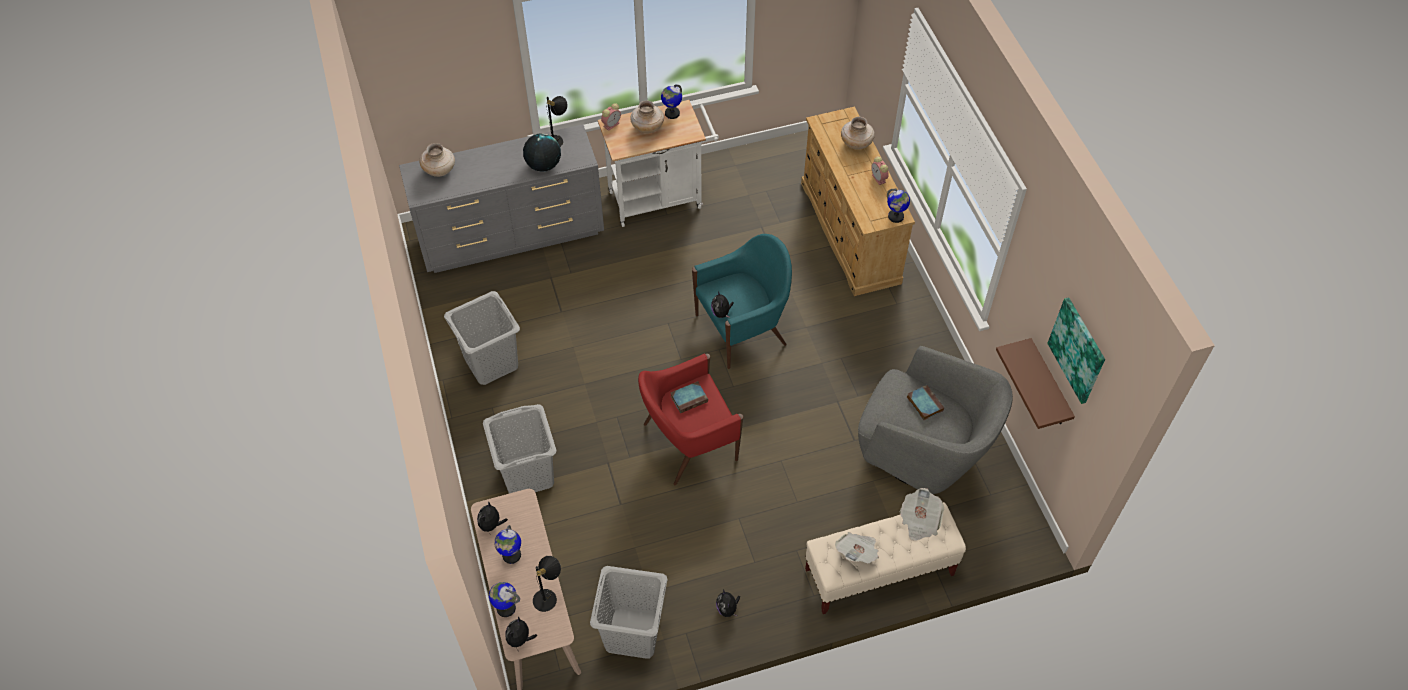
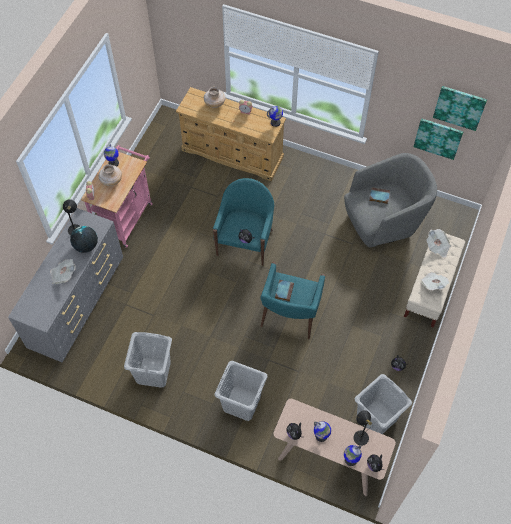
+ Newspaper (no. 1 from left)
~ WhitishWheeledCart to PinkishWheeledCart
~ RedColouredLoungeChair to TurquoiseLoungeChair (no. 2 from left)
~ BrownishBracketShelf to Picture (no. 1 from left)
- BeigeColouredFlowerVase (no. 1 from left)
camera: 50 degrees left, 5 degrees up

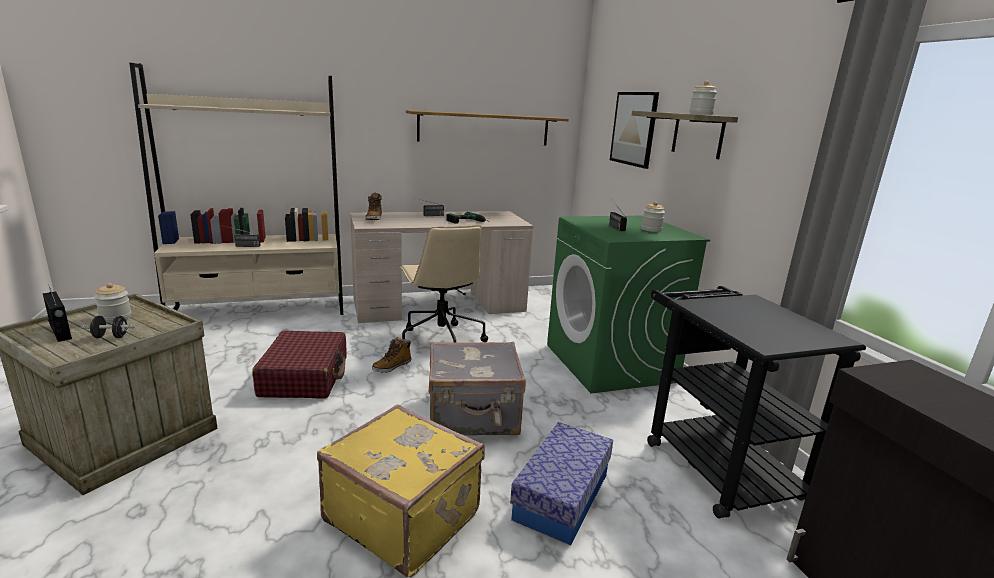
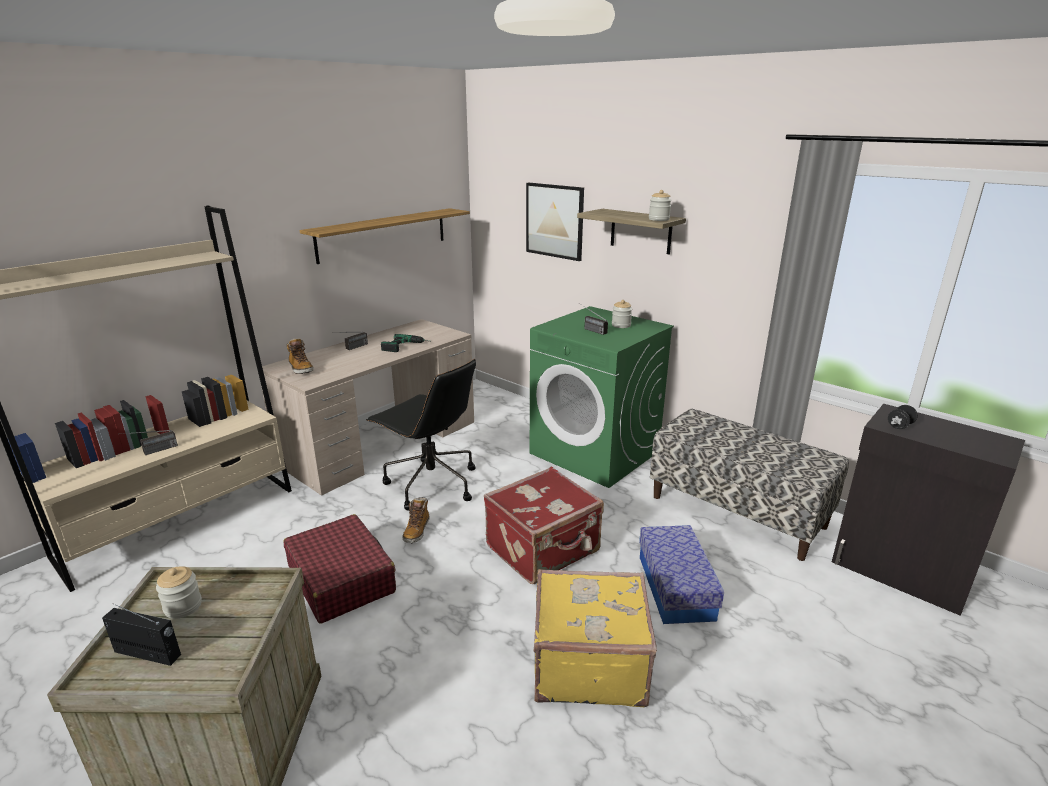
~ BeigeColouredComputerChair to BlackColouredComputerChair
~ GraySuitcase to RedColouredSuitcase (no. 2 from left)
~ BlackColouredWheeledCart to Bench
~ BlackColouredFreeWeight
camera: 30 degrees left, 5 degrees up

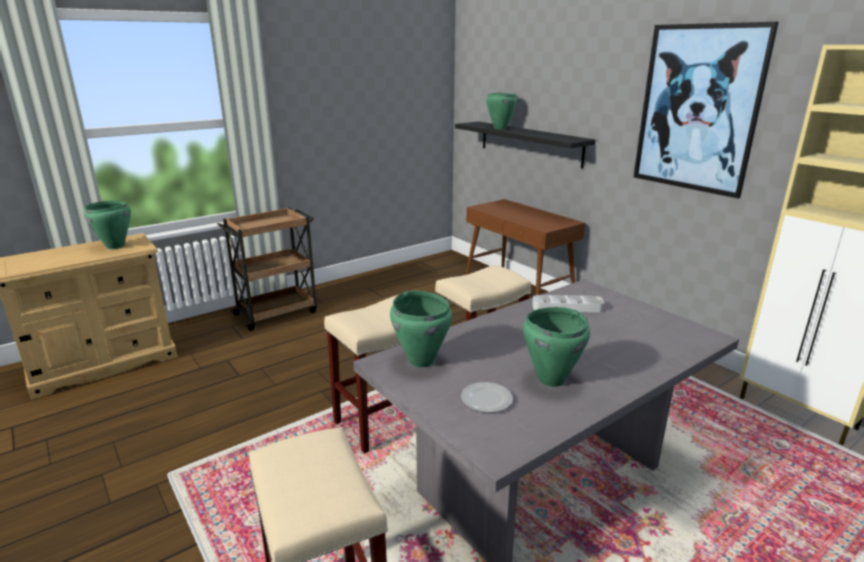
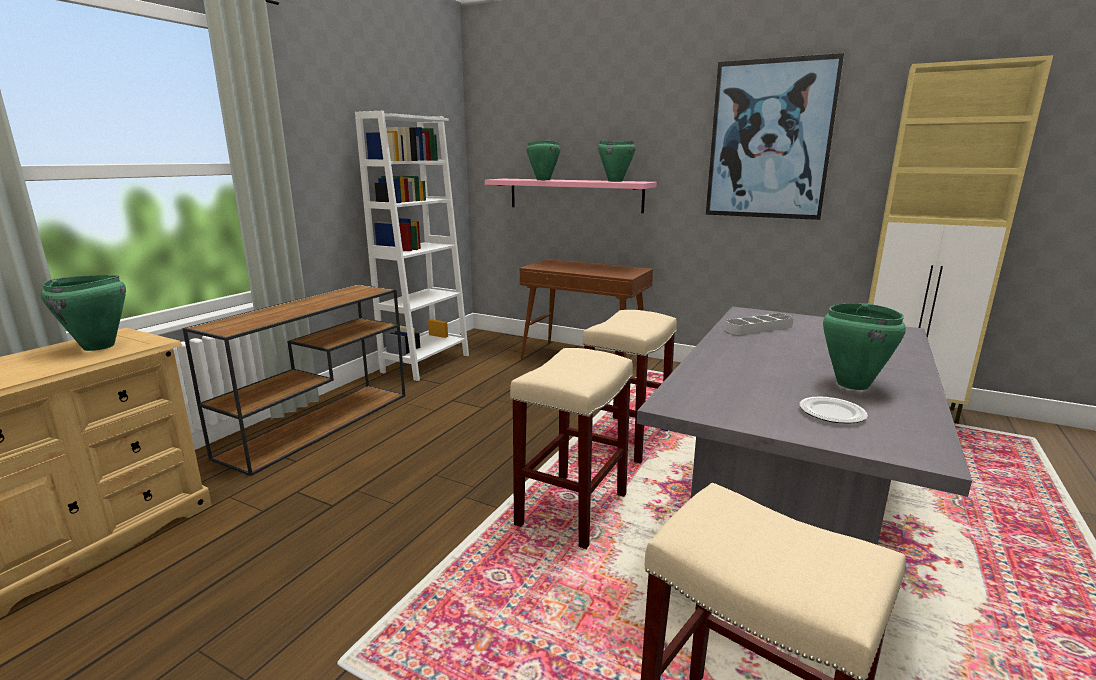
~ BrownishWheeledCart to BrownishConsoleTable (no. 1 from left)
+ WhitishBookcase
~ BlackColouredBracketShelf to PinkishBracketShelf
~ GreenishStockpot (no. 2 from left in the first image) to GreenishStockpot (no. 3 from left)
camera: 25 degrees left, 5 degrees down

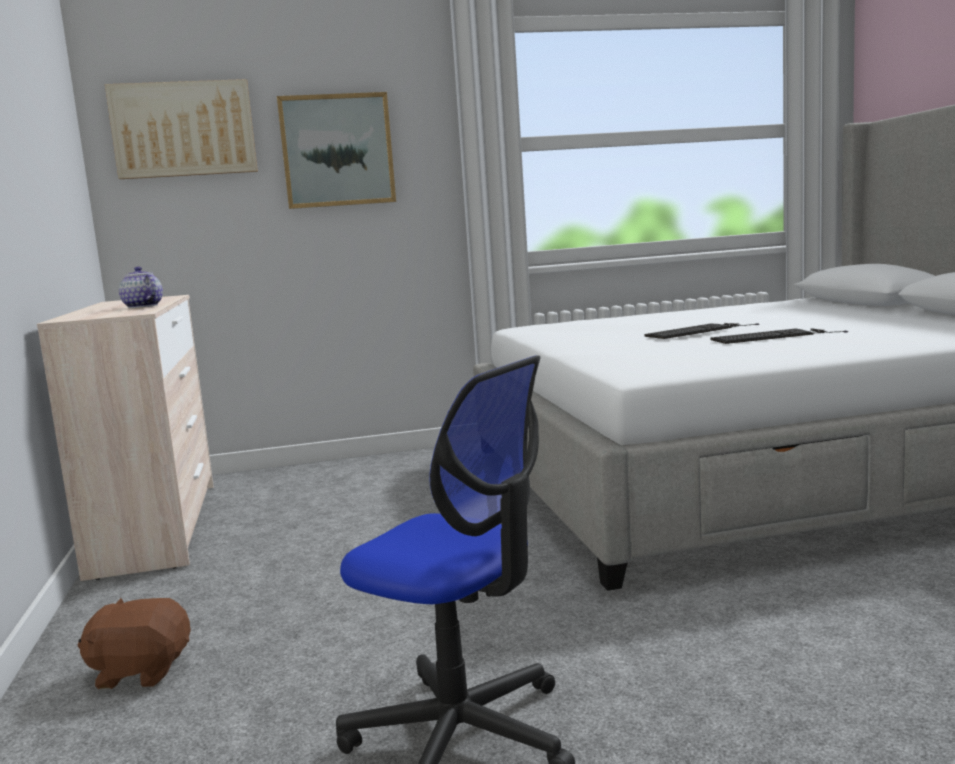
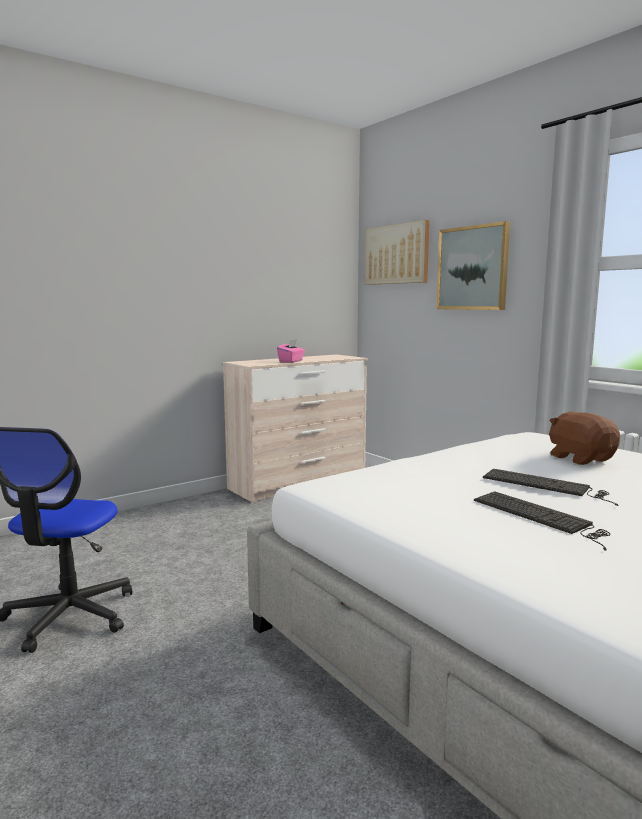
~ PotForTea to PinkishBoxOfTissues
~ BrownishSoftToy
camera: 65 degrees right, 0 degrees up

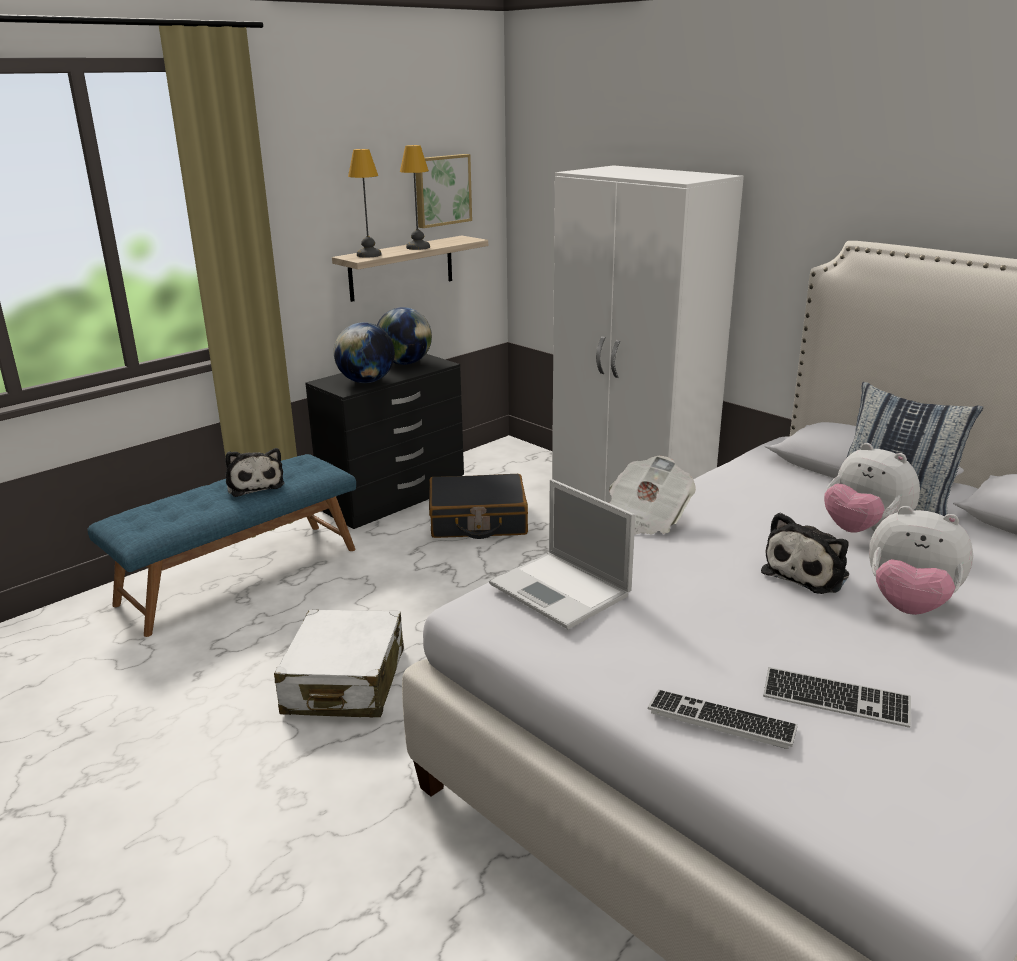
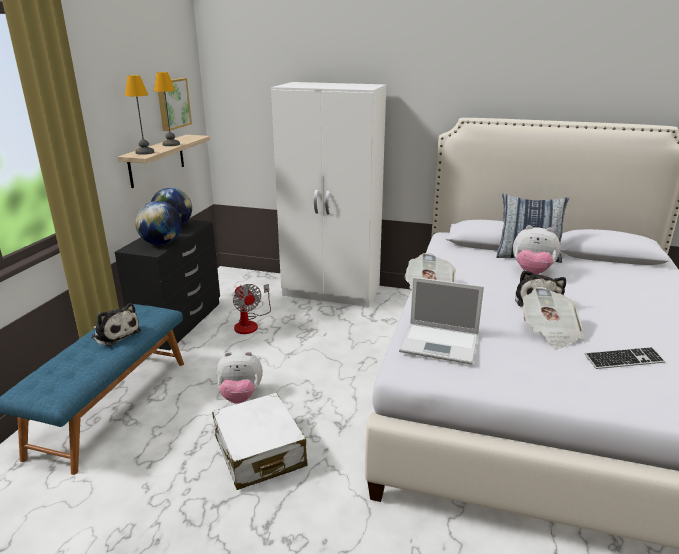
~ SoftToy (no. 4 from left in the first image) to SoftToy (no. 2 from left)
~ BlackColouredSuitcase to CoolingFan
+ Newspaper (no. 2 from left)
- Keyboard (no. 1 from left)
camera: 30 degrees left, 0 degrees up

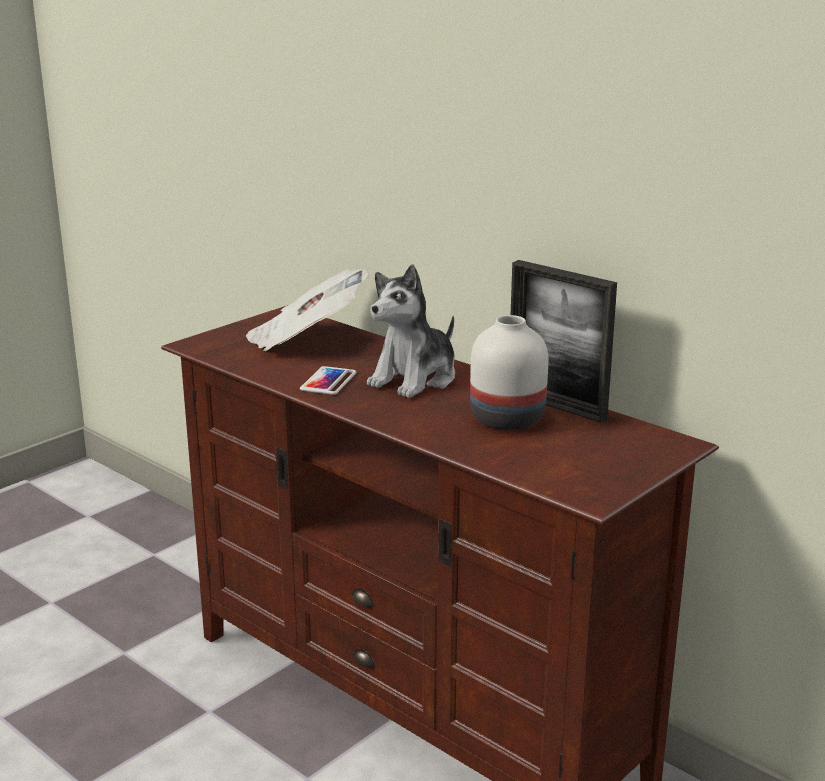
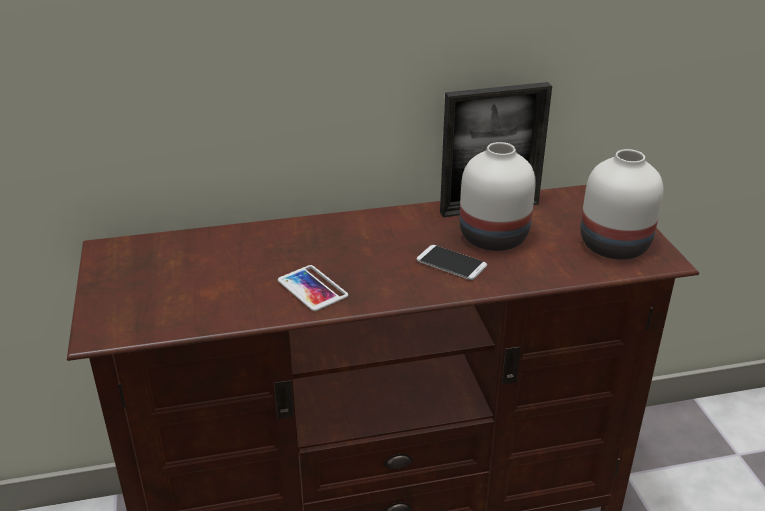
+ Phone (no. 2 from left)
+ WhitishFlowerVase (no. 2 from left)
- Newspaper
- SoftToy
camera: 55 degrees left, 10 degrees up

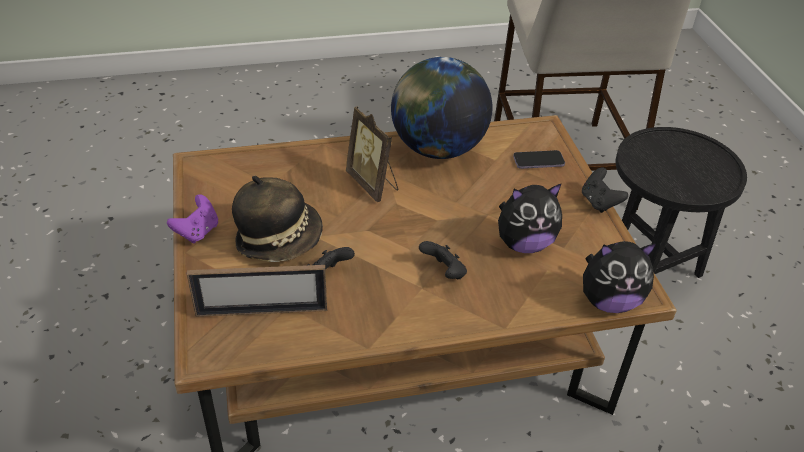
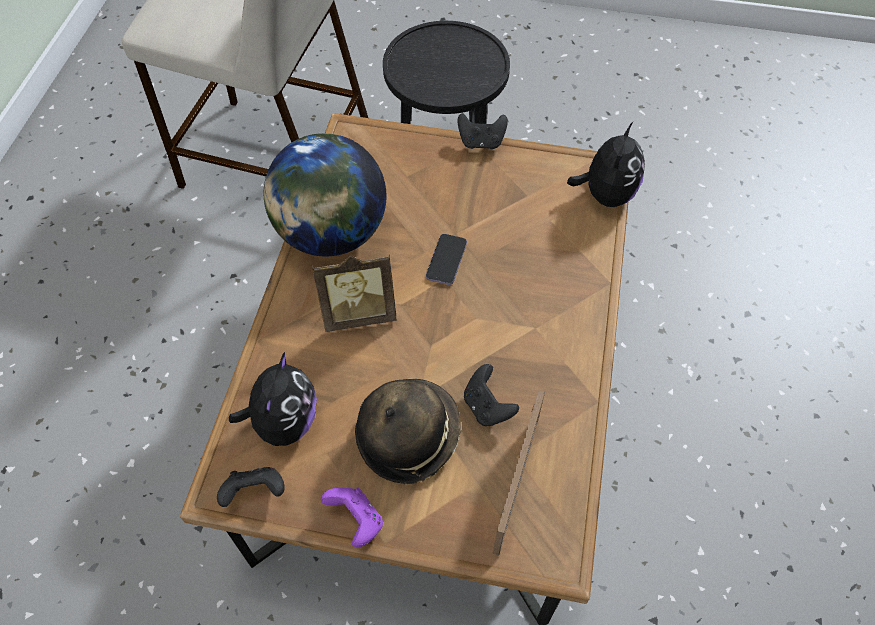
~ BlackColouredGamepad (no. 2 from left in the first image) to BlackColouredGamepad (no. 1 from left)
~ SoftToy (no. 1 from left)
~ Phone
camera: 65 degrees left, 15 degrees up

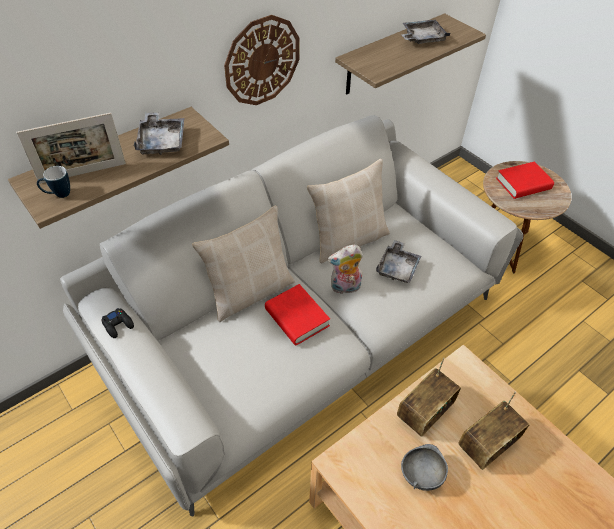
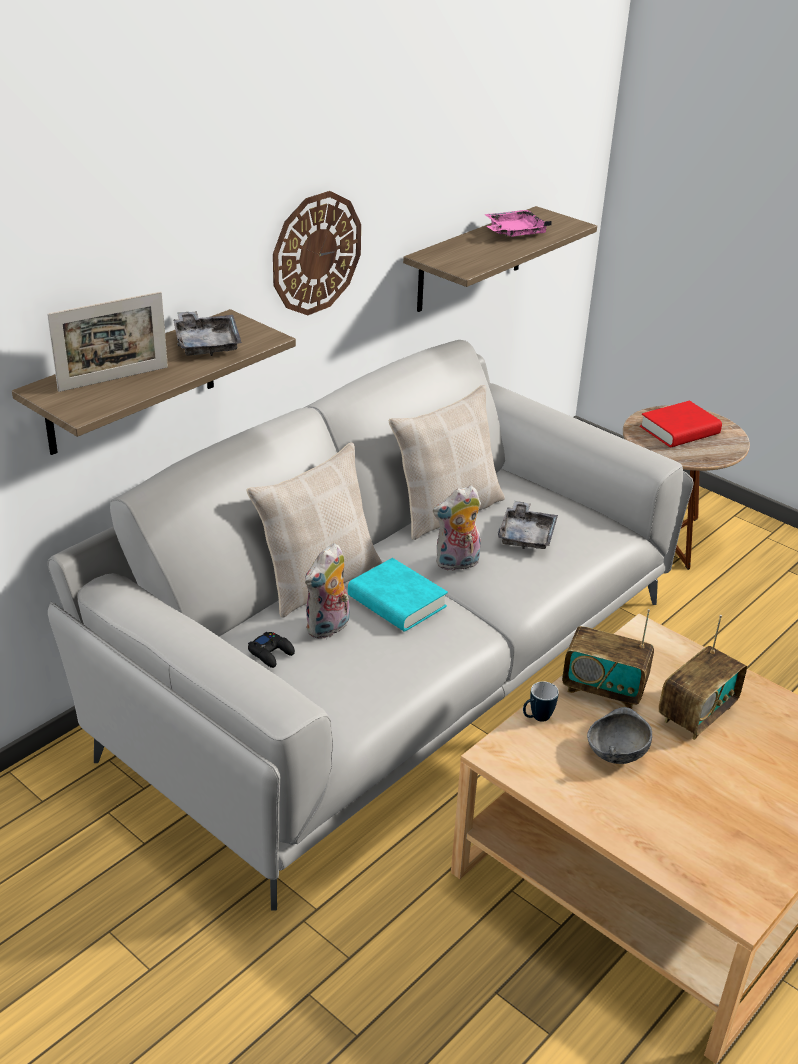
~ BlackColouredGamepad
+ SoftToy (no. 1 from left)
~ RedColouredBoundBook (no. 1 from left) to TurquoiseBoundBook
~ GrayServingTray (no. 3 from left) to PinkishServingTray
~ TeaMug
~ RadioReceiver (no. 1 from left) 75 degrees clockwise
camera: 10 degrees left, 15 degrees down

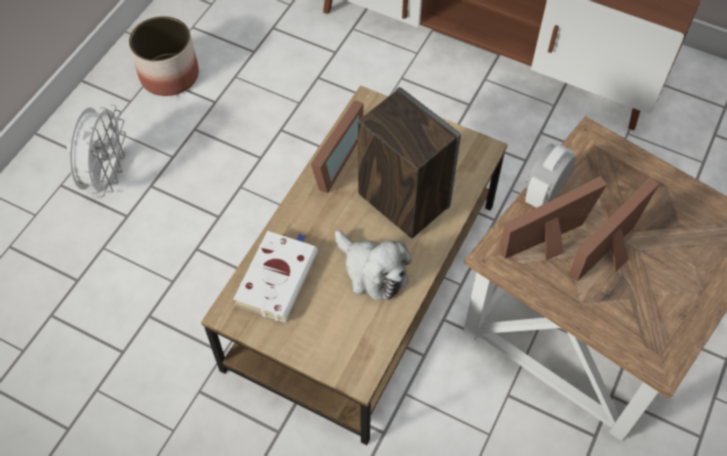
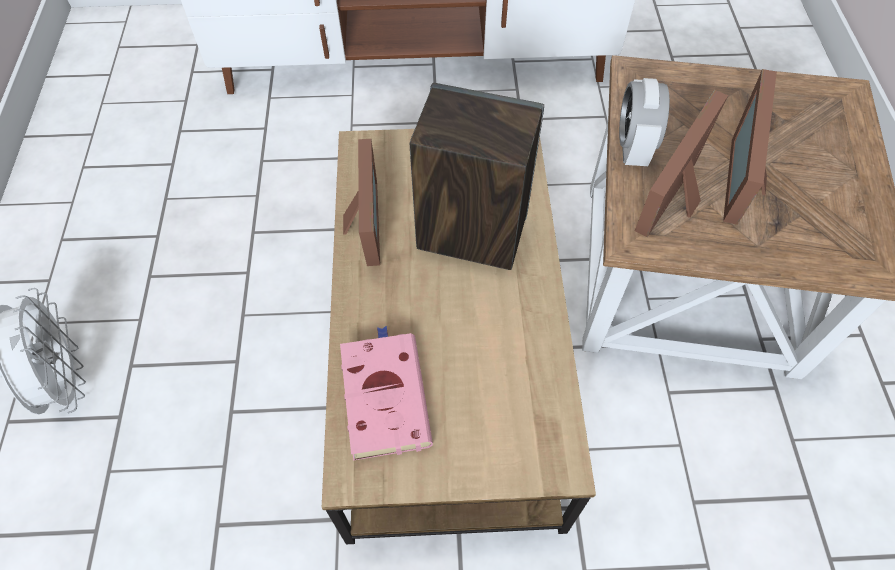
~ WhitishBoundBook to PinkishBoundBook
- FlowerPot
- SoftToy
camera: 30 degrees left, 0 degrees up

